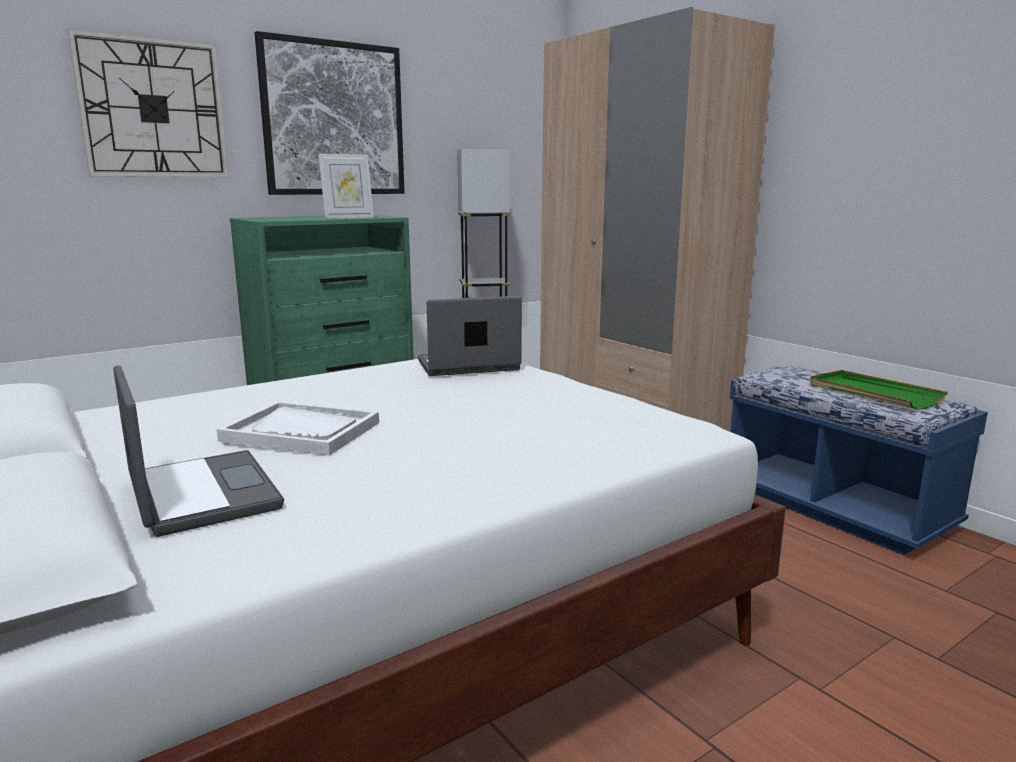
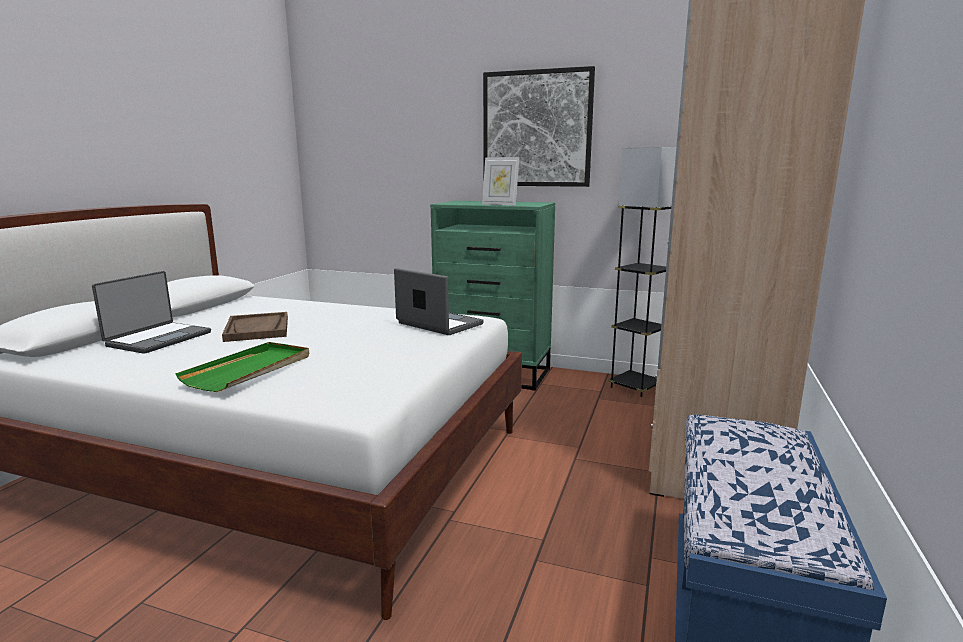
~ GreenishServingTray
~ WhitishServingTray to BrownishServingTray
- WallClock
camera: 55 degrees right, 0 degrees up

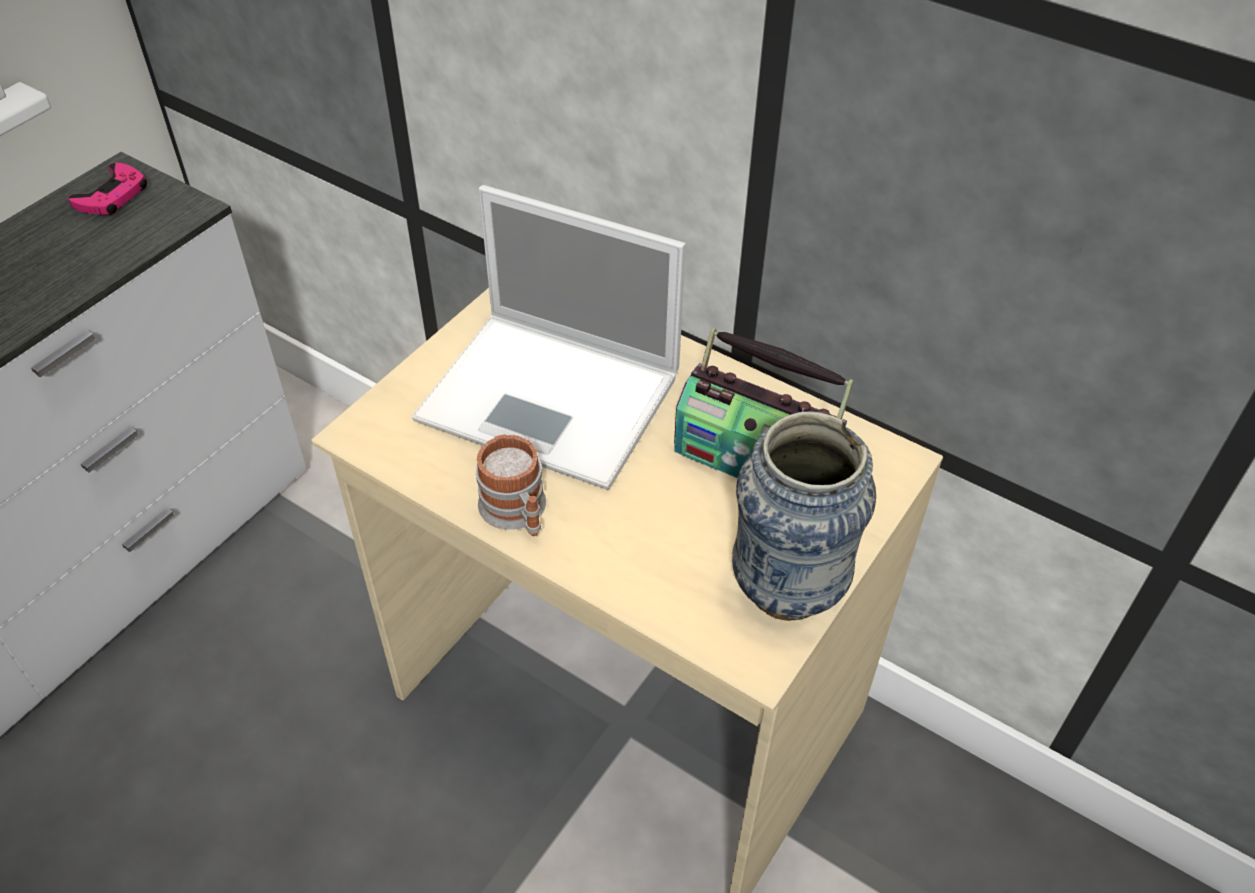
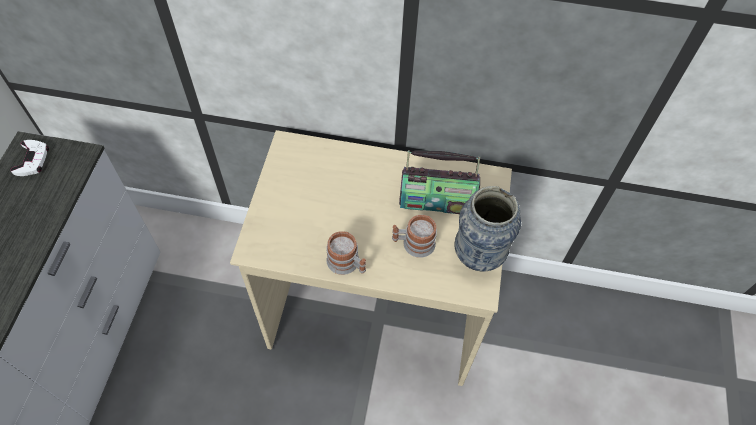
~ PinkishGamepad to WhitishGamepad
+ TeaMug (no. 2 from left)
- PortableComputer
camera: 25 degrees left, 10 degrees up

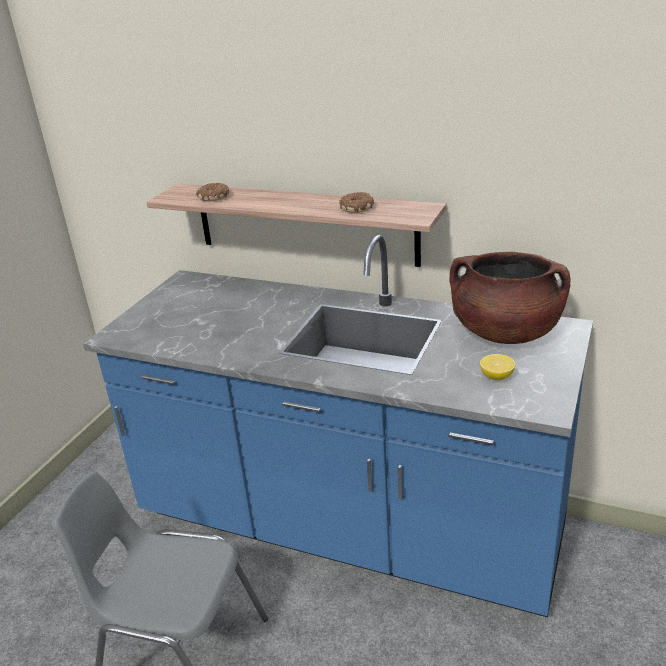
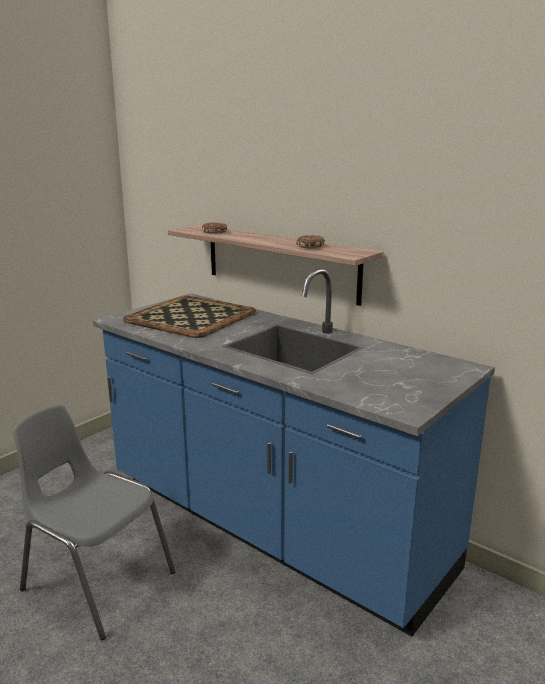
+ ServingTray
- BrownishStockpot
- CitrusFruit
camera: 15 degrees right, 10 degrees down

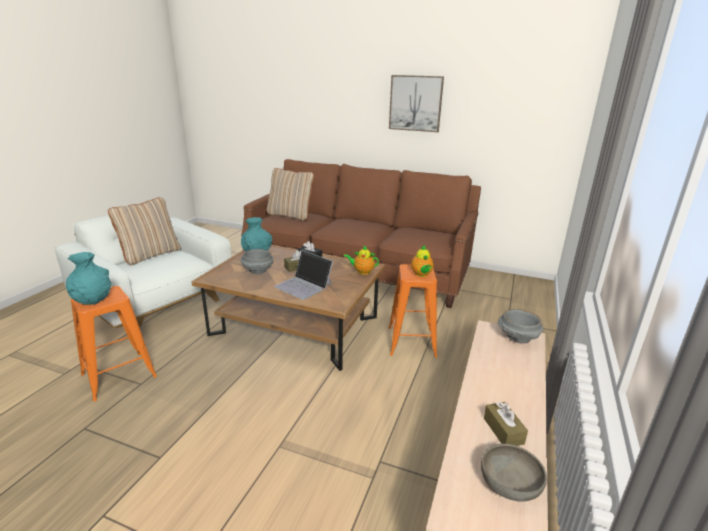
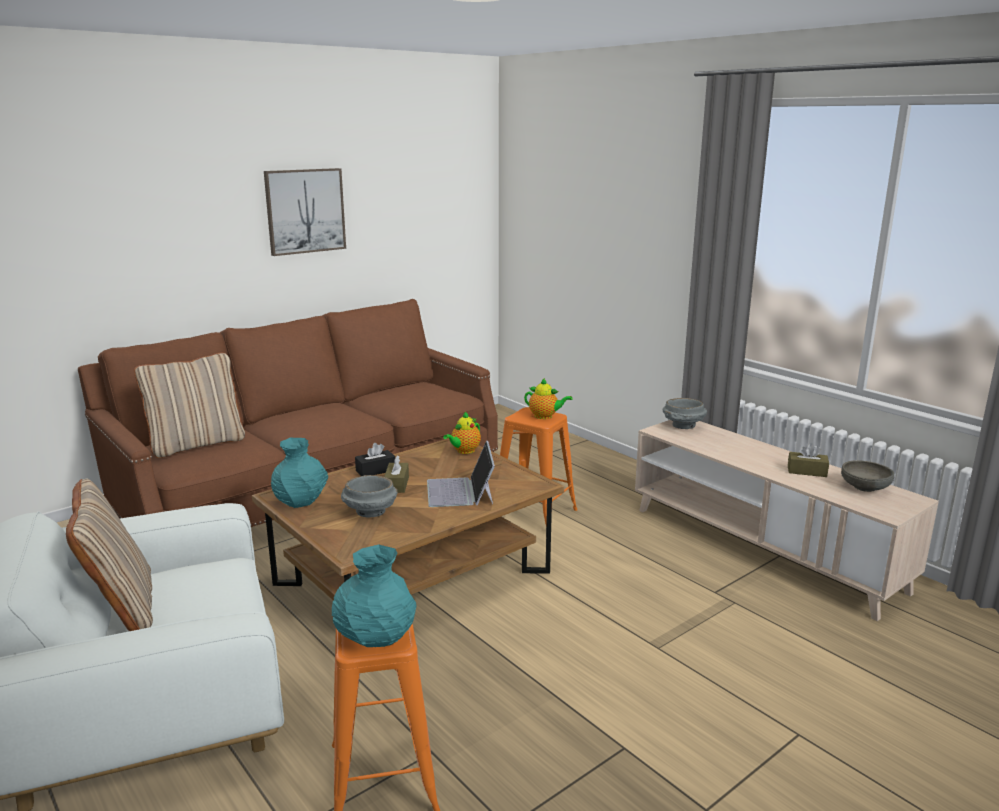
~ PortableComputer 105 degrees clockwise
camera: 60 degrees left, 5 degrees down

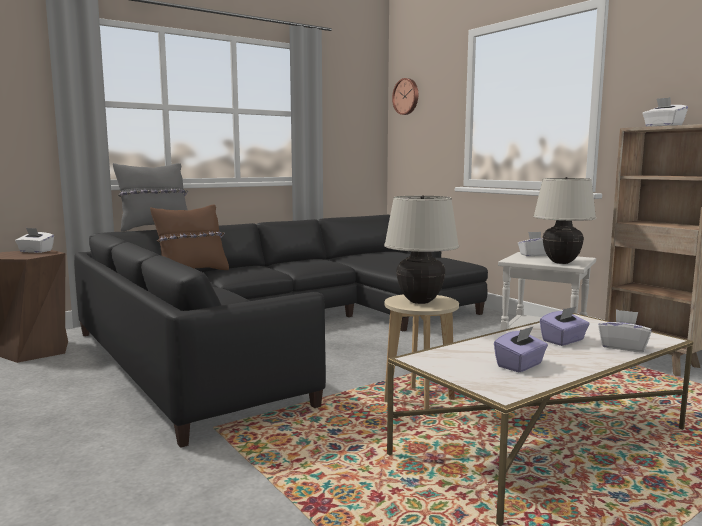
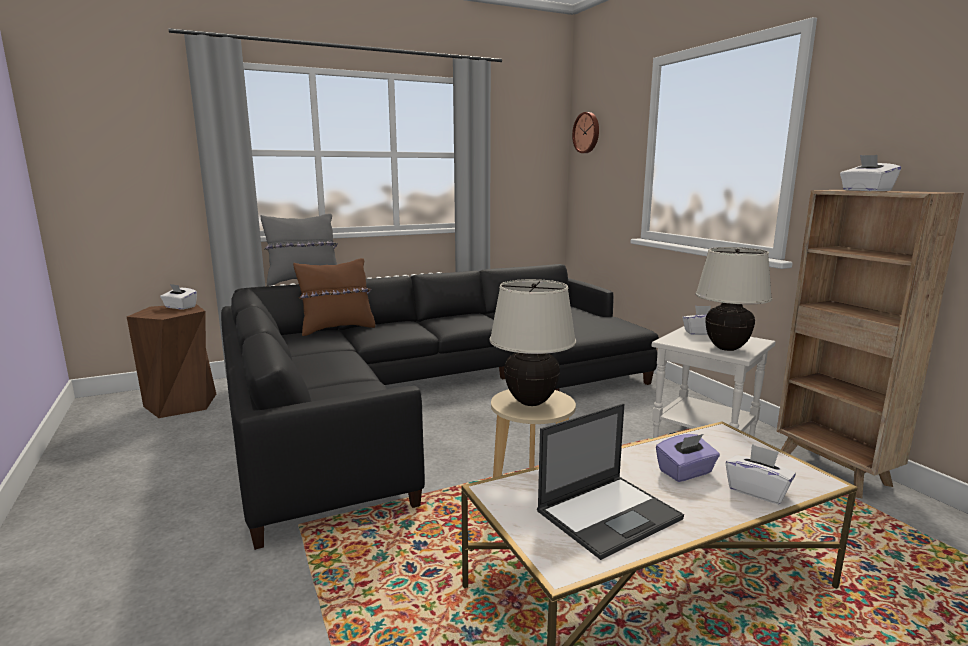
~ PurpleBoxOfTissues (no. 1 from left) to PortableComputer
camera: 10 degrees right, 5 degrees up

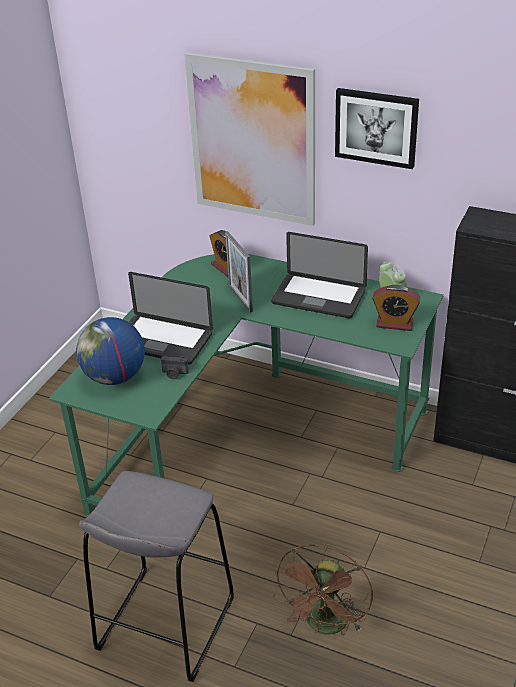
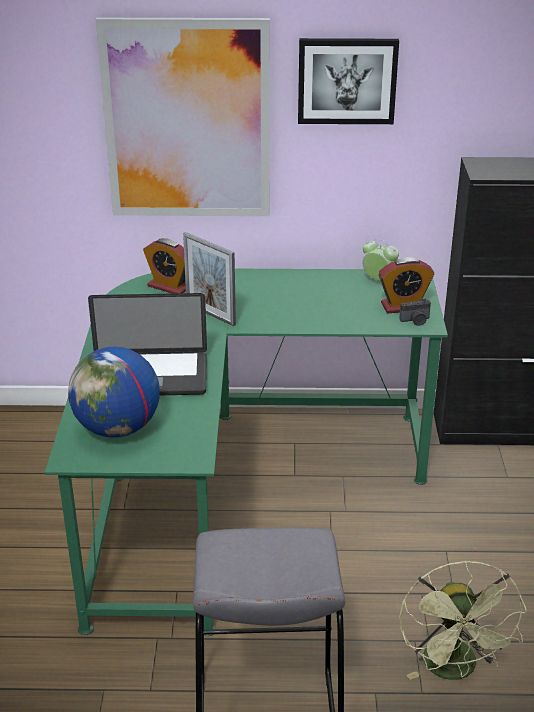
~ PhotoCamera
~ BrownishCoolingFan to GreenishCoolingFan
- PortableComputer (no. 2 from left)
camera: 25 degrees left, 5 degrees down

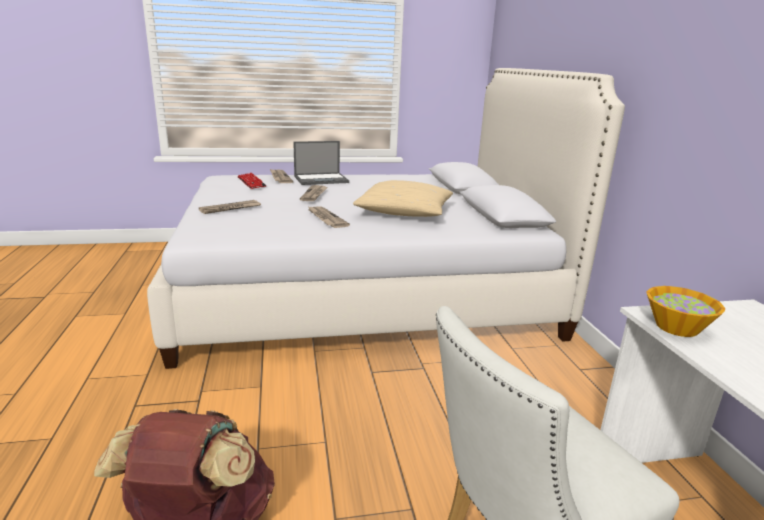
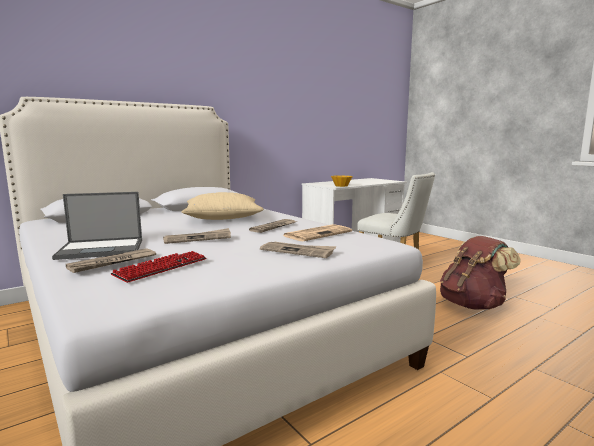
~ PortableComputer 120 degrees clockwise
+ Newspaper (no. 5 from left)
camera: 115 degrees left, 10 degrees down

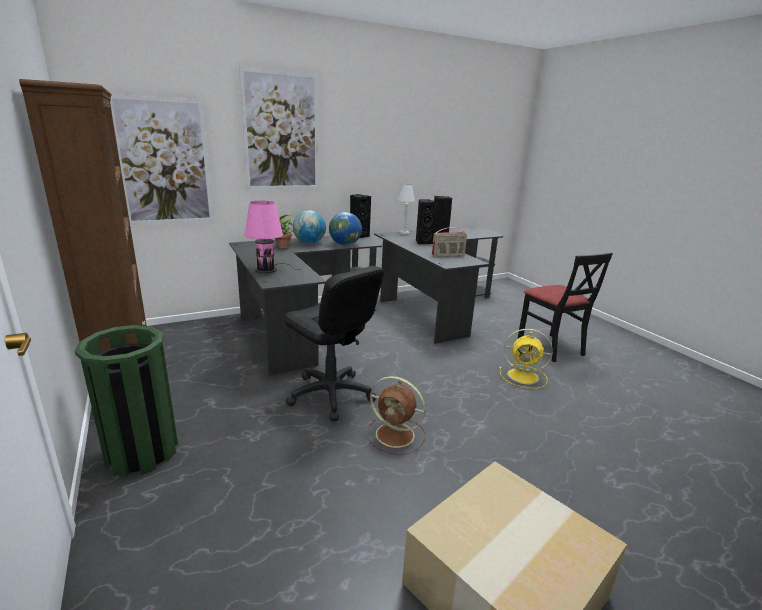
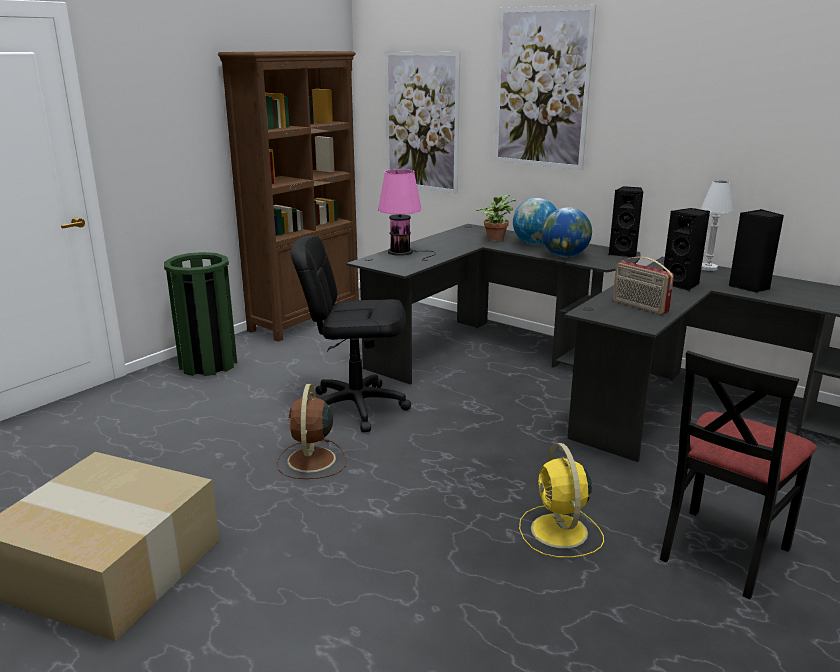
~ BlackColouredComputerChair 75 degrees clockwise
camera: 65 degrees right, 0 degrees up

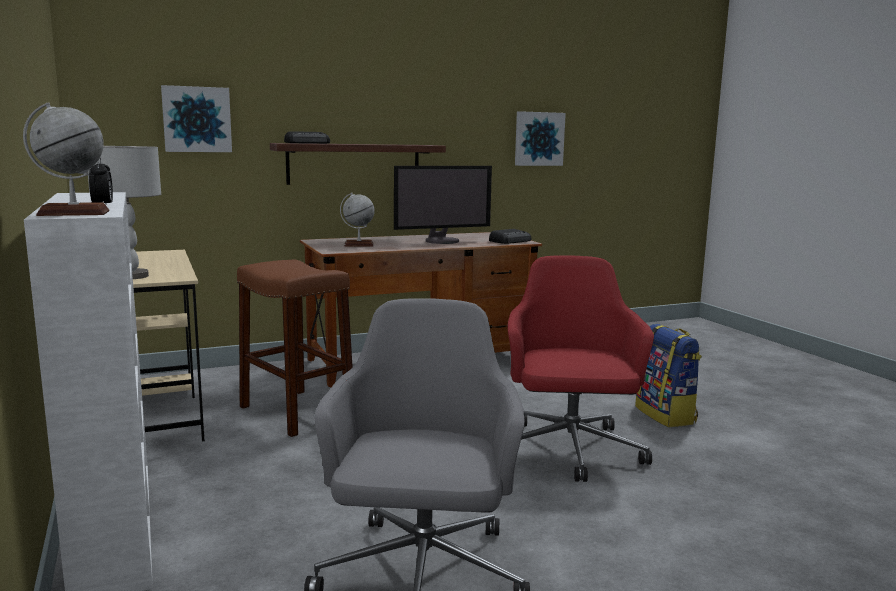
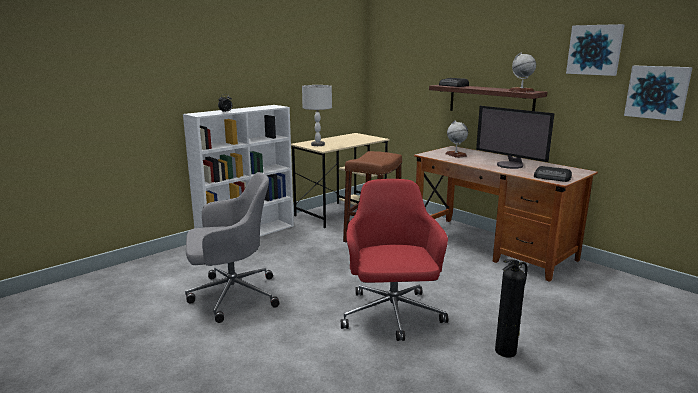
~ RedColouredComputerChair 75 degrees counterclockwise
~ Knapsack to FireFightingCylinder
~ WorldGlobe (no. 1 from left in the first image) to WorldGlobe (no. 2 from left)
~ Picture (no. 1 from left)
camera: 70 degrees right, 5 degrees up

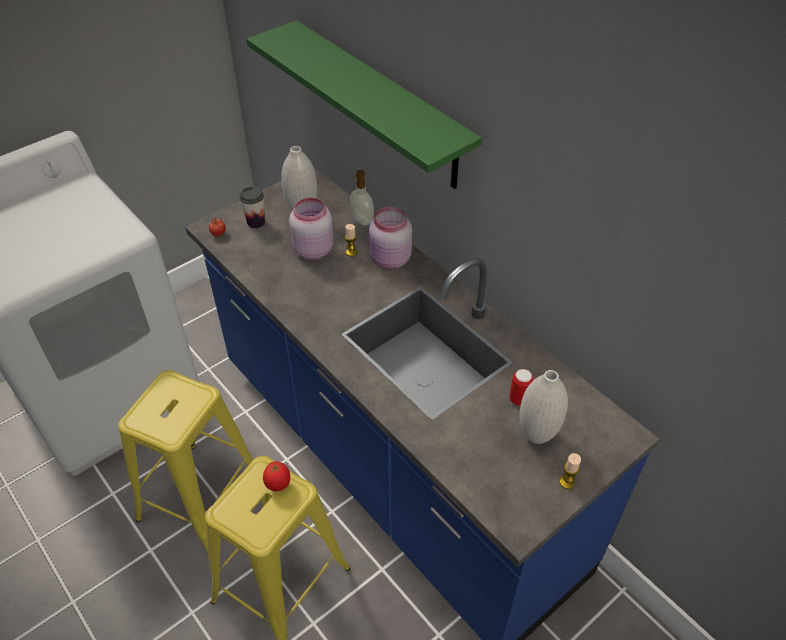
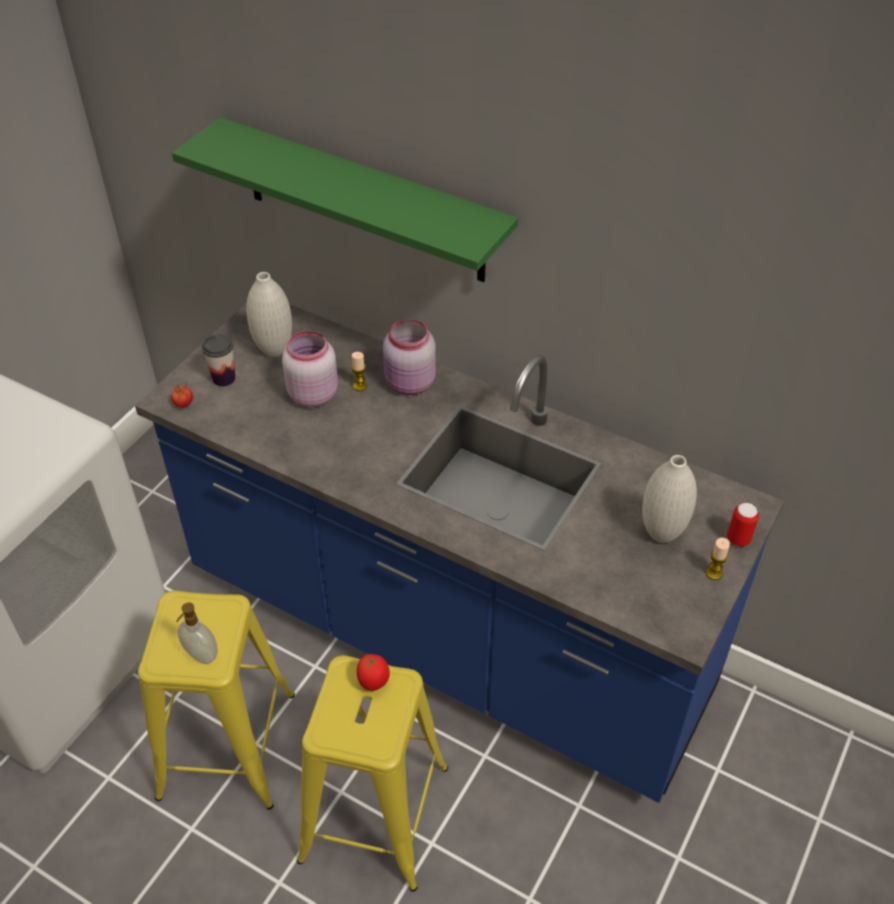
~ LiquidSoapBottle
~ MetalCan
camera: 20 degrees left, 0 degrees up

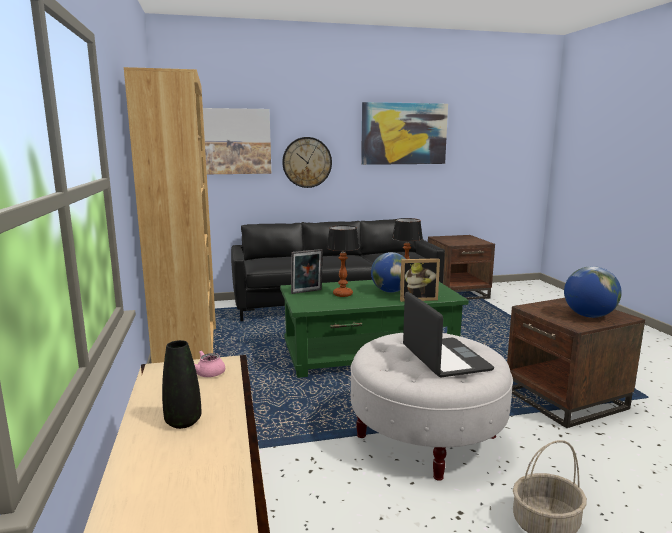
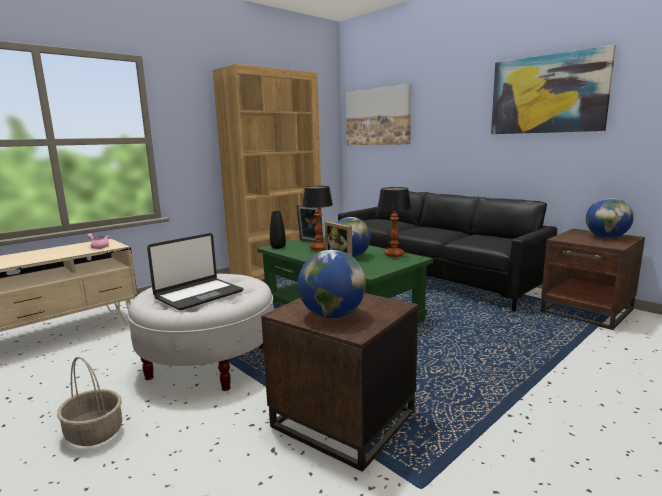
~ BlackColouredFlowerVase
+ WorldGlobe (no. 3 from left)
- WallClock
camera: 60 degrees right, 0 degrees up

